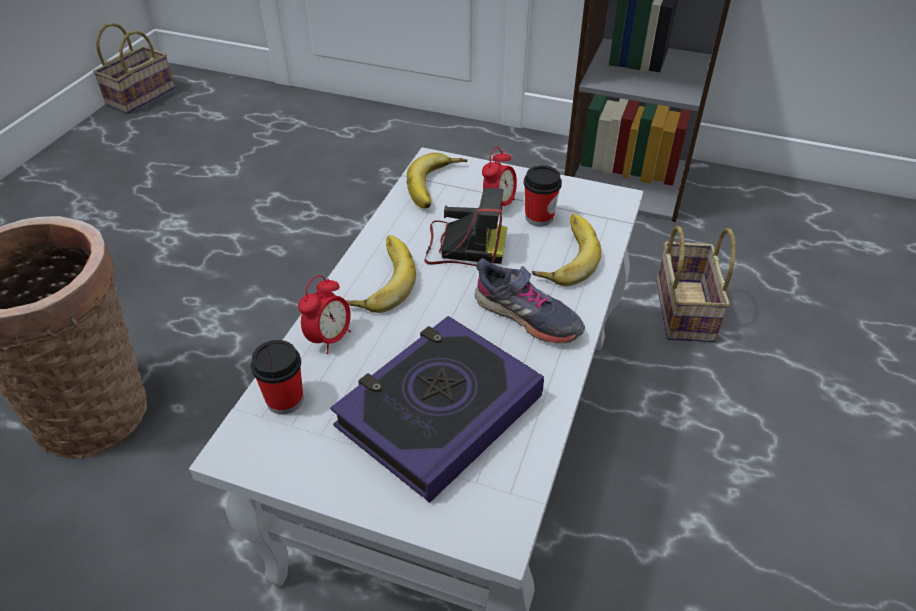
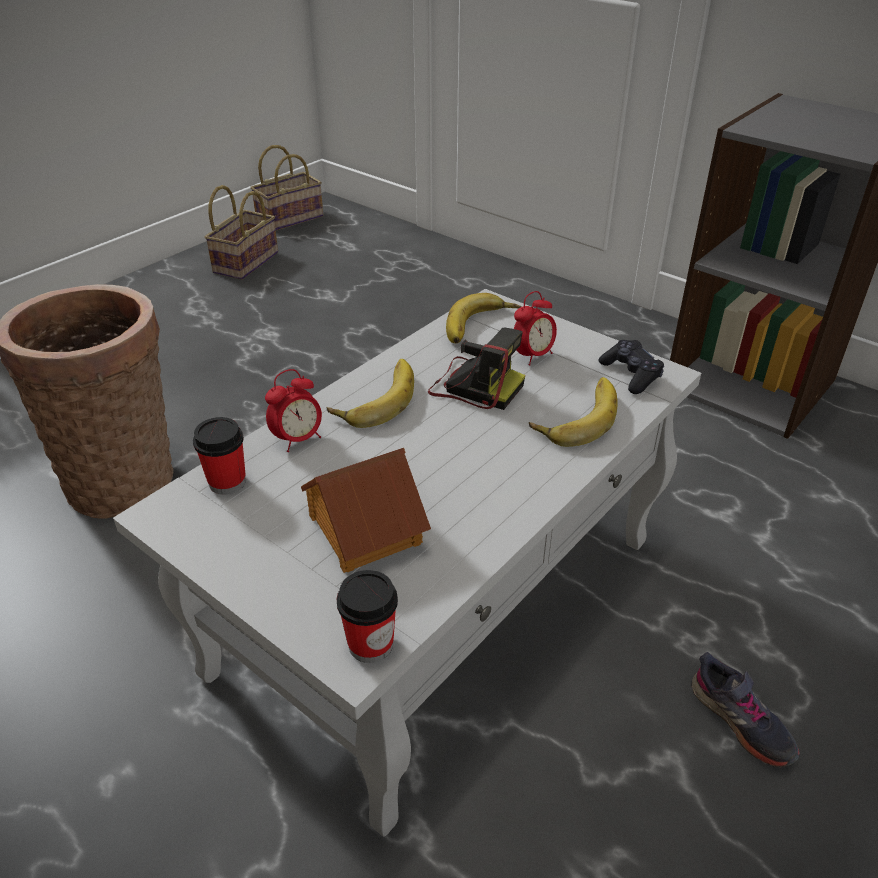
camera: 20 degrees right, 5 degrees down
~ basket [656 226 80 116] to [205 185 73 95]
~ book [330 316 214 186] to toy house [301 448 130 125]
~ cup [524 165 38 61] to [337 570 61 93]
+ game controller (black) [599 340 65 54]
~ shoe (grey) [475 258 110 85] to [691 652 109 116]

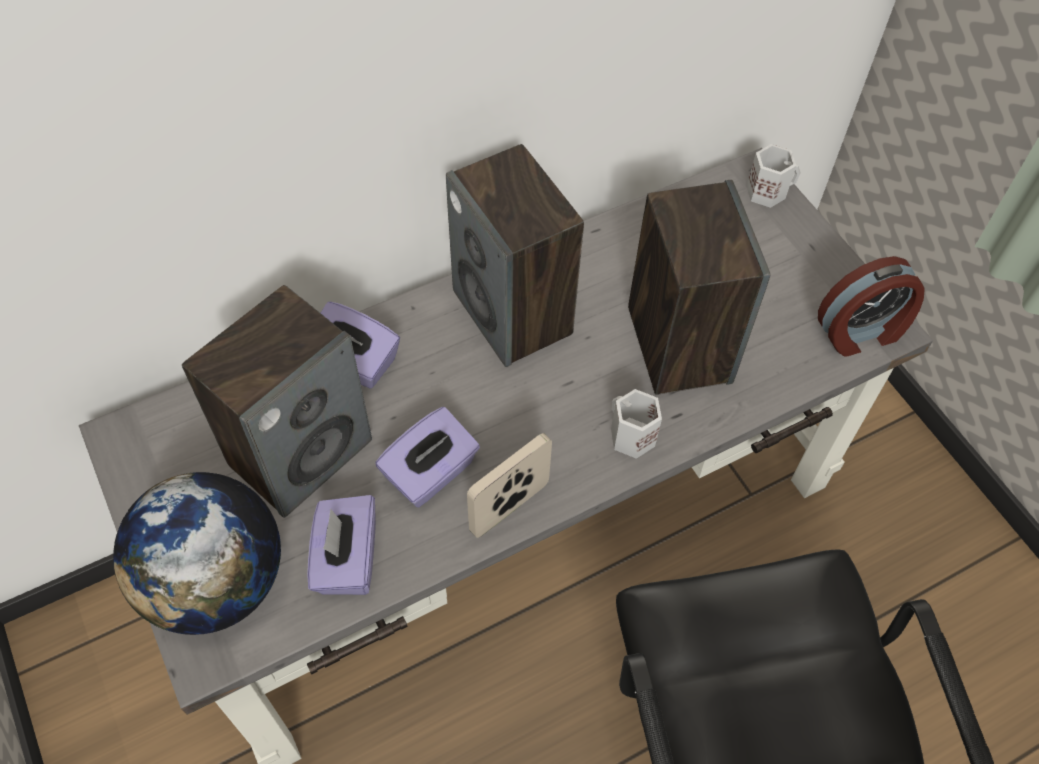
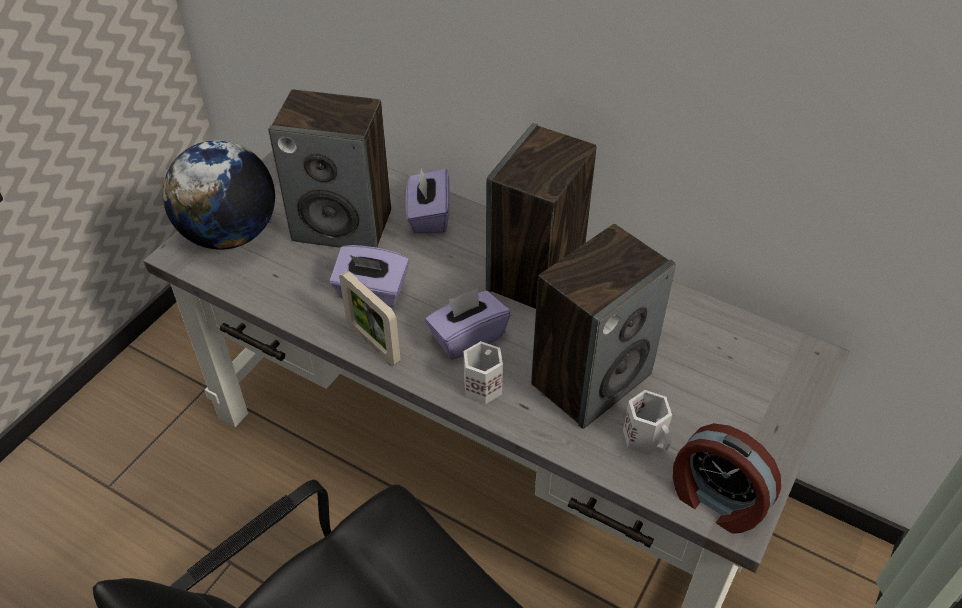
camera: 60 degrees right, 10 degrees down
~ picture frame [467 433 85 105] = [339 271 62 95] 150 degrees counterclockwise
~ tissue box (purple) [307 495 69 100] to [425 288 86 72]
~ mug (white) [747 144 54 64] to [623 390 49 65]

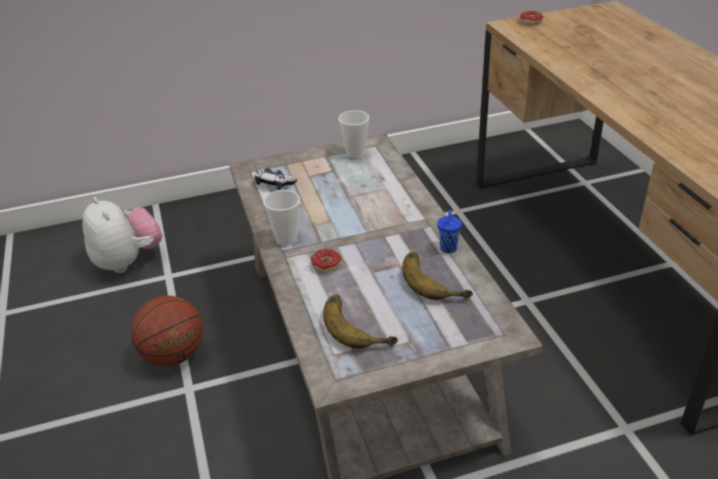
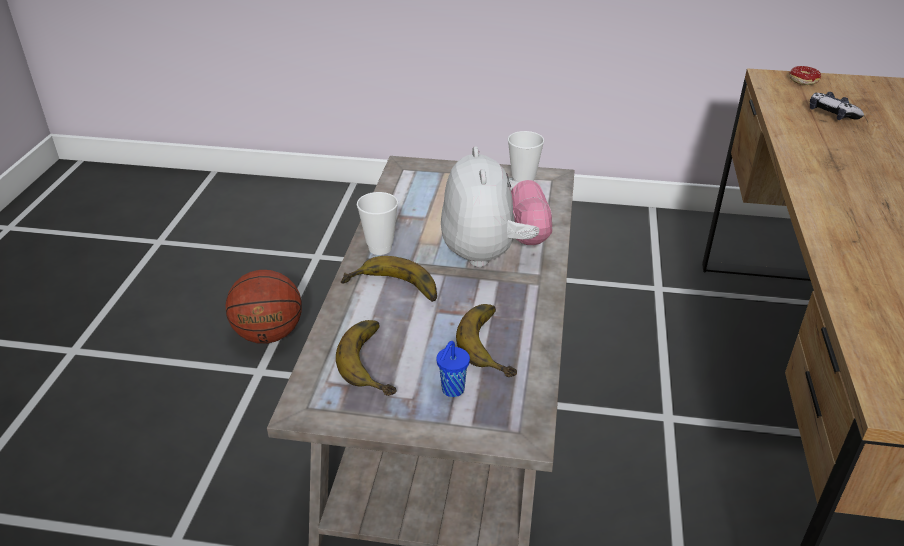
camera: 25 degrees right, 0 degrees up
~ donut [311 249 30 23] to banana [341 256 96 46]
~ cup (blue) [437 209 25 44] to [436 341 34 56]
~ plush toy [82 197 81 76] to [441 146 111 121]
~ game controller [254 168 43 22] to [810 92 54 28]

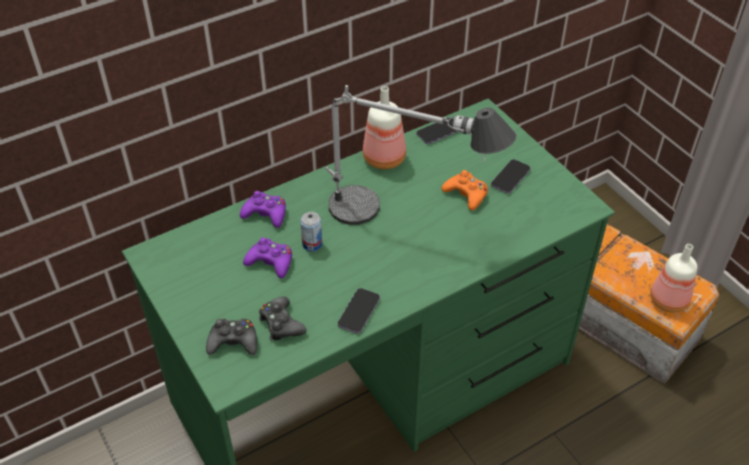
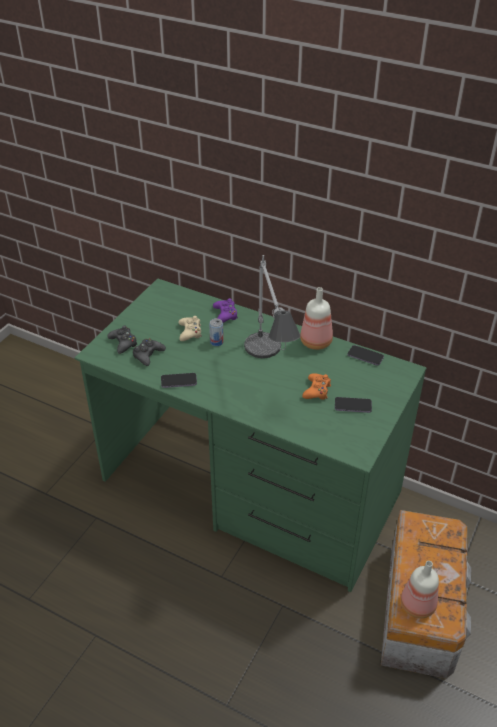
camera: 60 degrees right, 5 degrees down
~ game controller (purple) [243 237 49 41] to game controller (beige) [178 316 24 25]

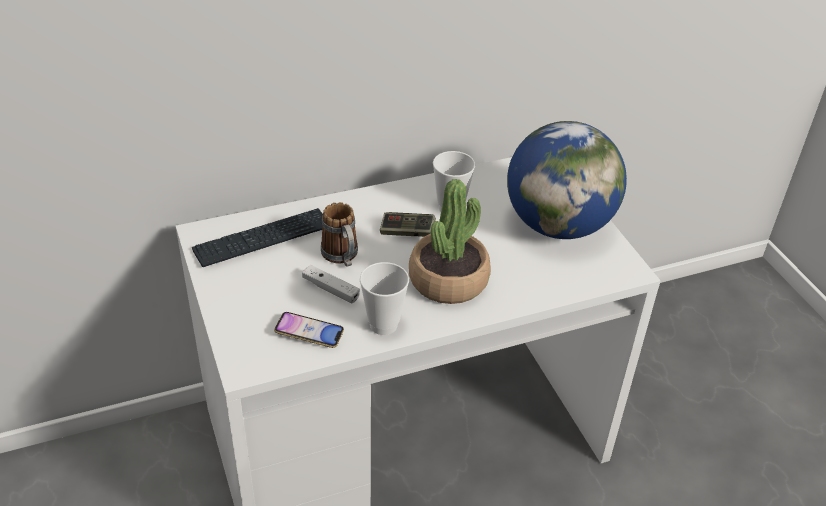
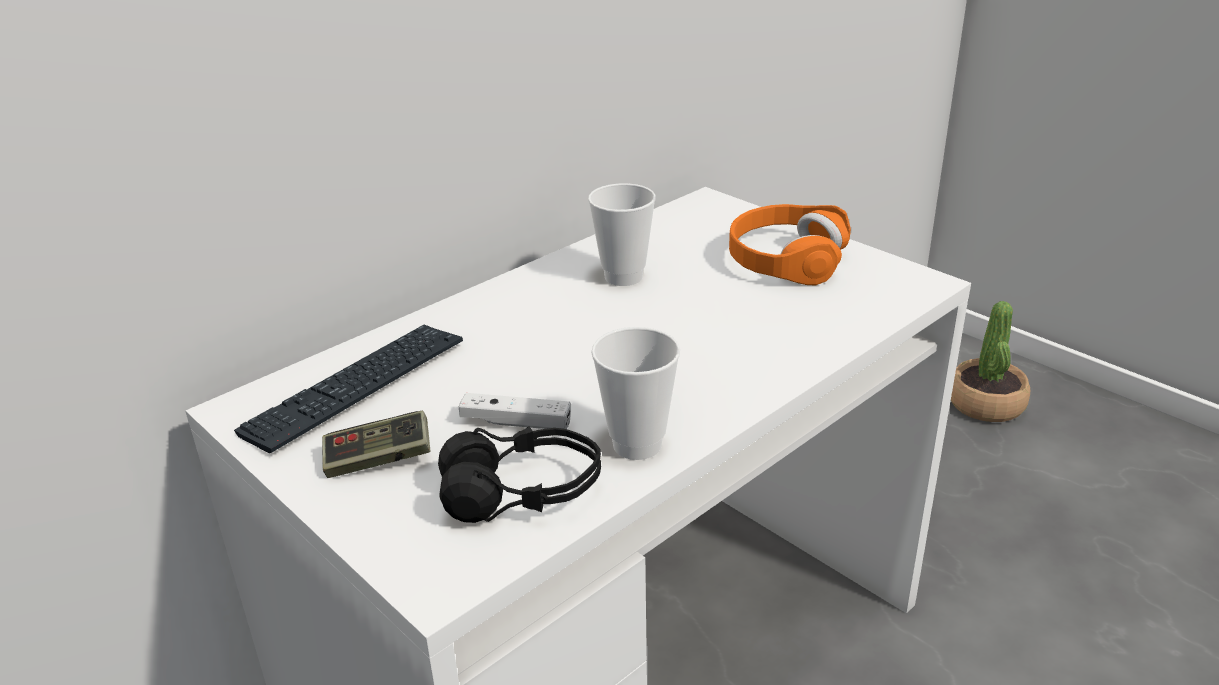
camera: 20 degrees left, 10 degrees down
~ game controller [380 212 56 25] to [322 411 108 67]
~ phone [274 312 70 36] to headphones (black) [438 426 163 97]
~ globe [507 121 120 118] to headphones (orange) [729 204 122 81]
~ potted plant [409 179 82 125] to [951 301 79 121]
- mug [321 202 37 65]

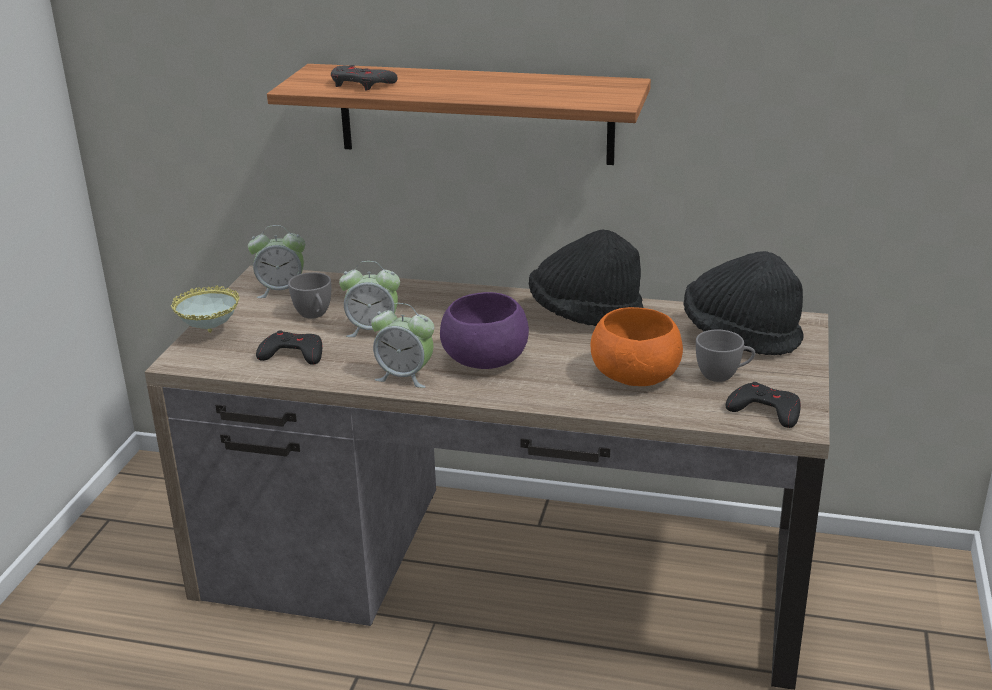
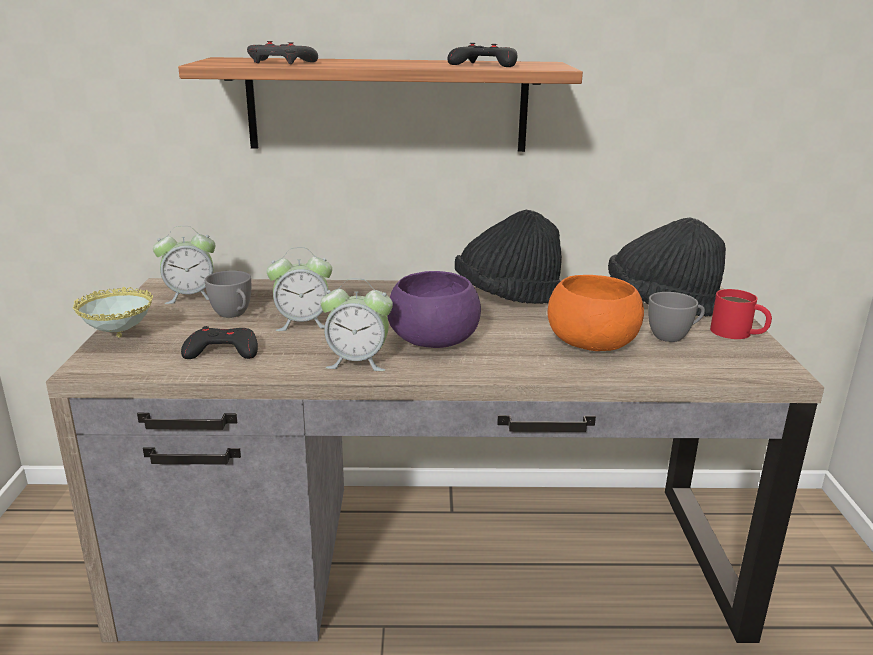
camera: 15 degrees left, 5 degrees down
~ game controller (black) [726 382 75 46] to [447 43 70 24]
+ mug (red) [710 289 62 50]

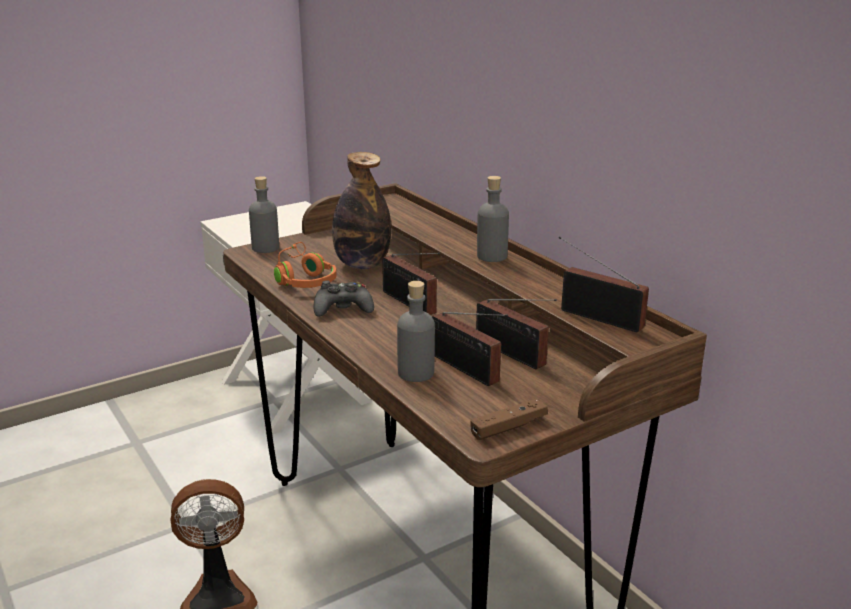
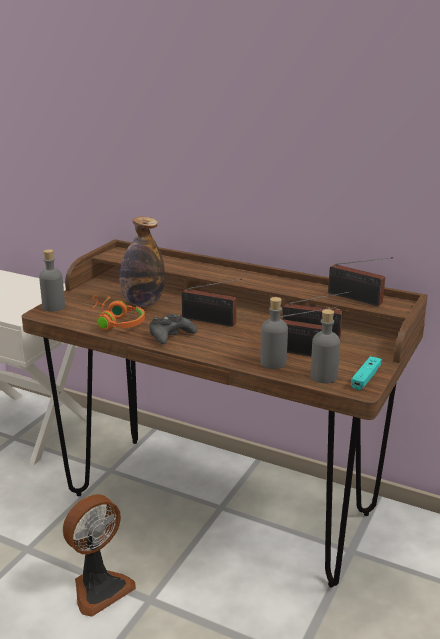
camera: 30 degrees left, 0 degrees up
~ bottle (grey) [477 176 32 86] to [311 309 29 75]
~ radio [559 236 90 96] = [328 257 65 49] 150 degrees counterclockwise
~ game controller (brown) [470 399 78 41] to game controller (turquoise) [351 356 31 34]

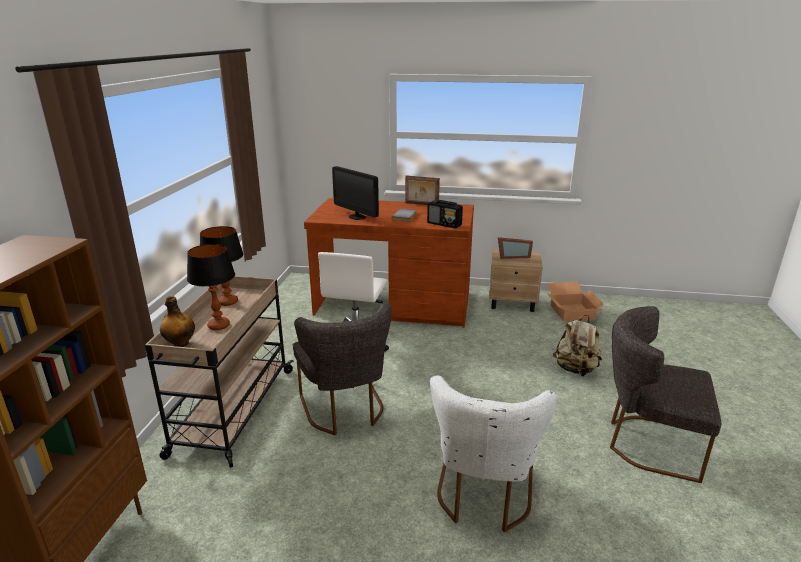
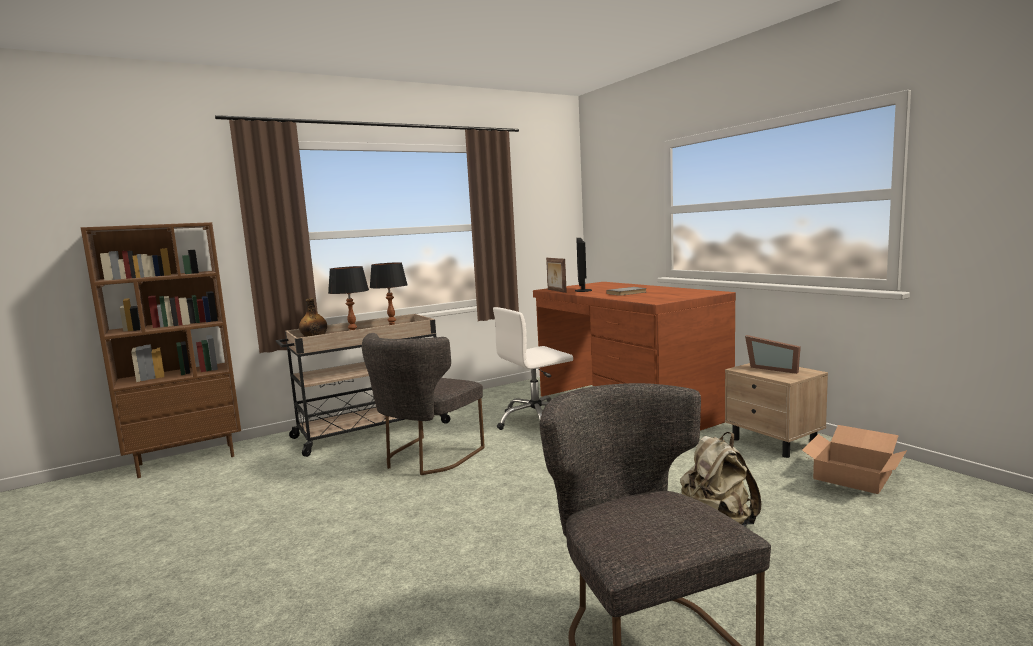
camera: 50 degrees right, 15 degrees down
~ picture frame [405 175 35 30] to [546 258 21 35]
- radio [427 200 36 28]
- chair (white) [430 376 127 156]

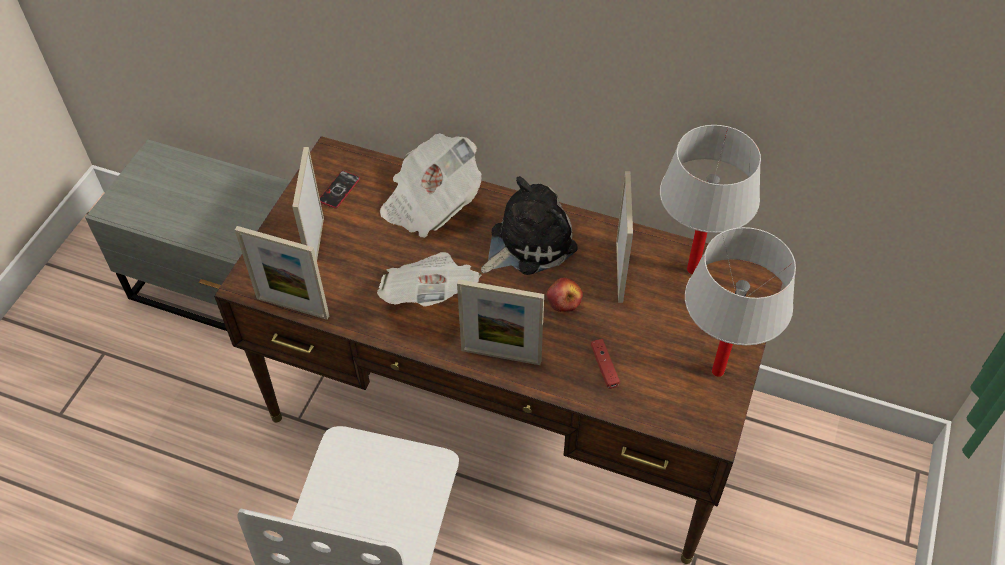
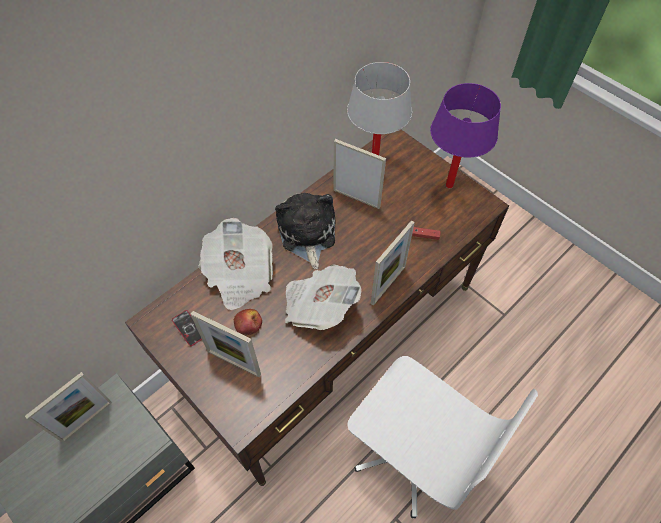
camera: 65 degrees left, 5 degrees up
~ picture frame [235 226 94 94] to [25 372 87 71]
~ apple [546 277 37 35] to [234 309 28 26]
~ table lamp (white) [685 227 111 150] to table lamp (purple) [430 83 71 105]

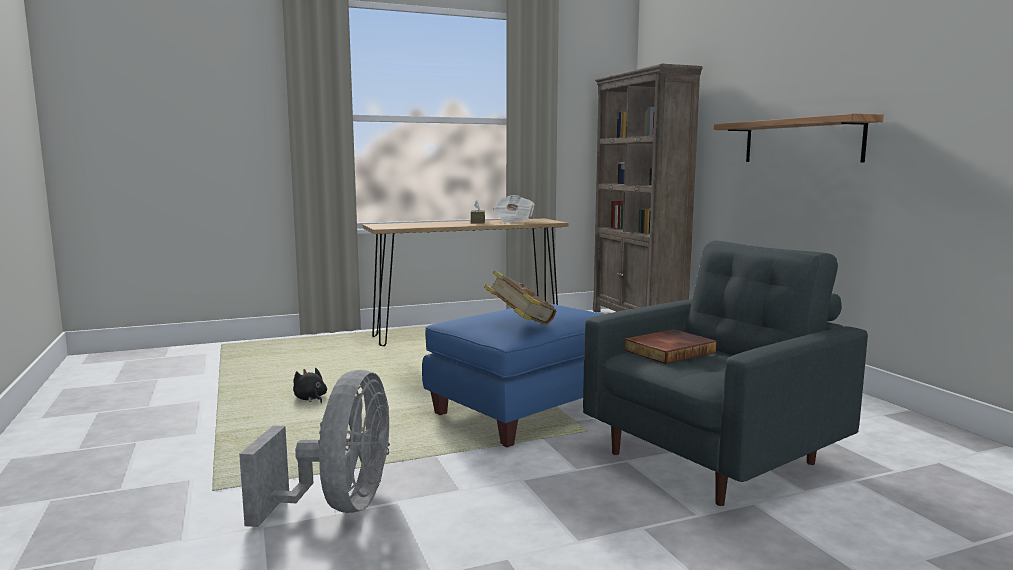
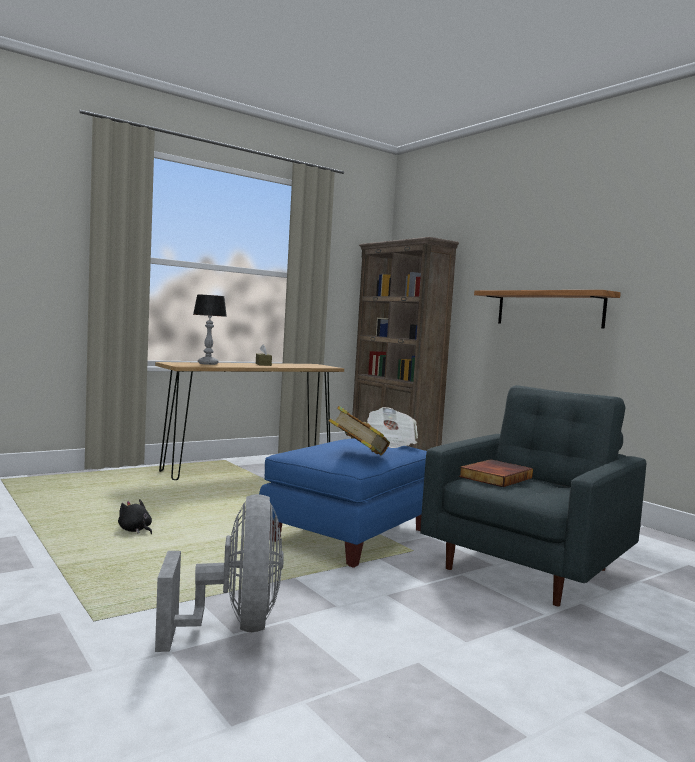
camera: 15 degrees left, 5 degrees down
+ table lamp [193 294 34 71]
~ newspaper [493 195 42 28] to [367 407 51 41]

